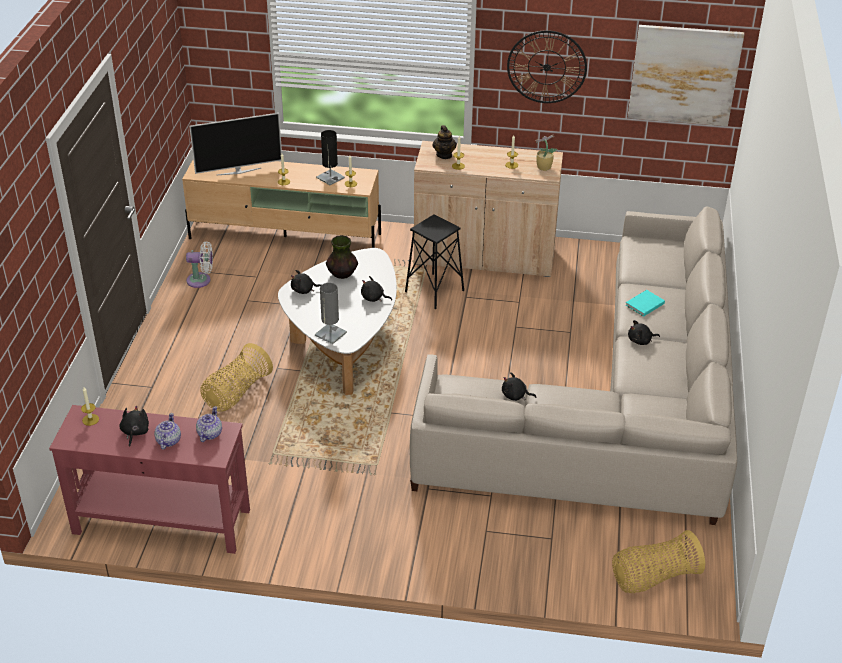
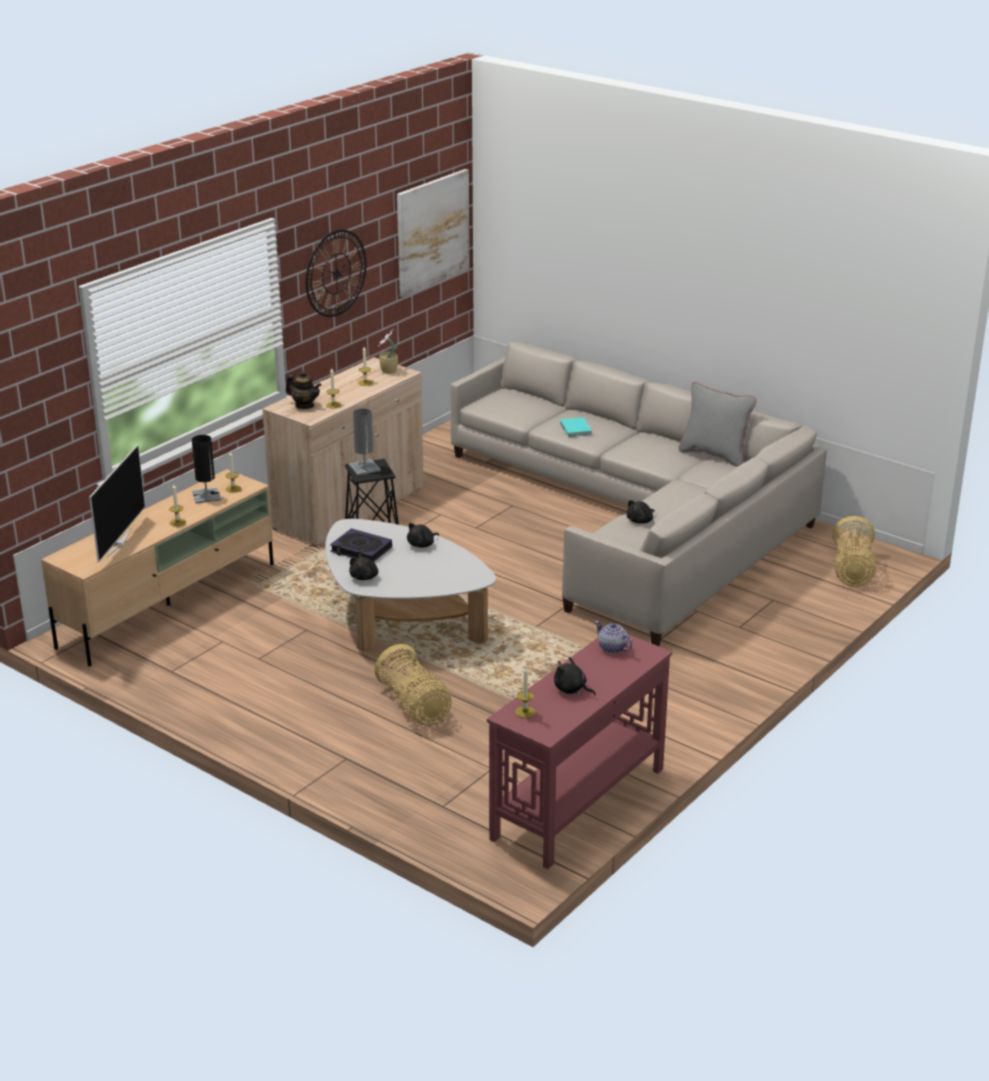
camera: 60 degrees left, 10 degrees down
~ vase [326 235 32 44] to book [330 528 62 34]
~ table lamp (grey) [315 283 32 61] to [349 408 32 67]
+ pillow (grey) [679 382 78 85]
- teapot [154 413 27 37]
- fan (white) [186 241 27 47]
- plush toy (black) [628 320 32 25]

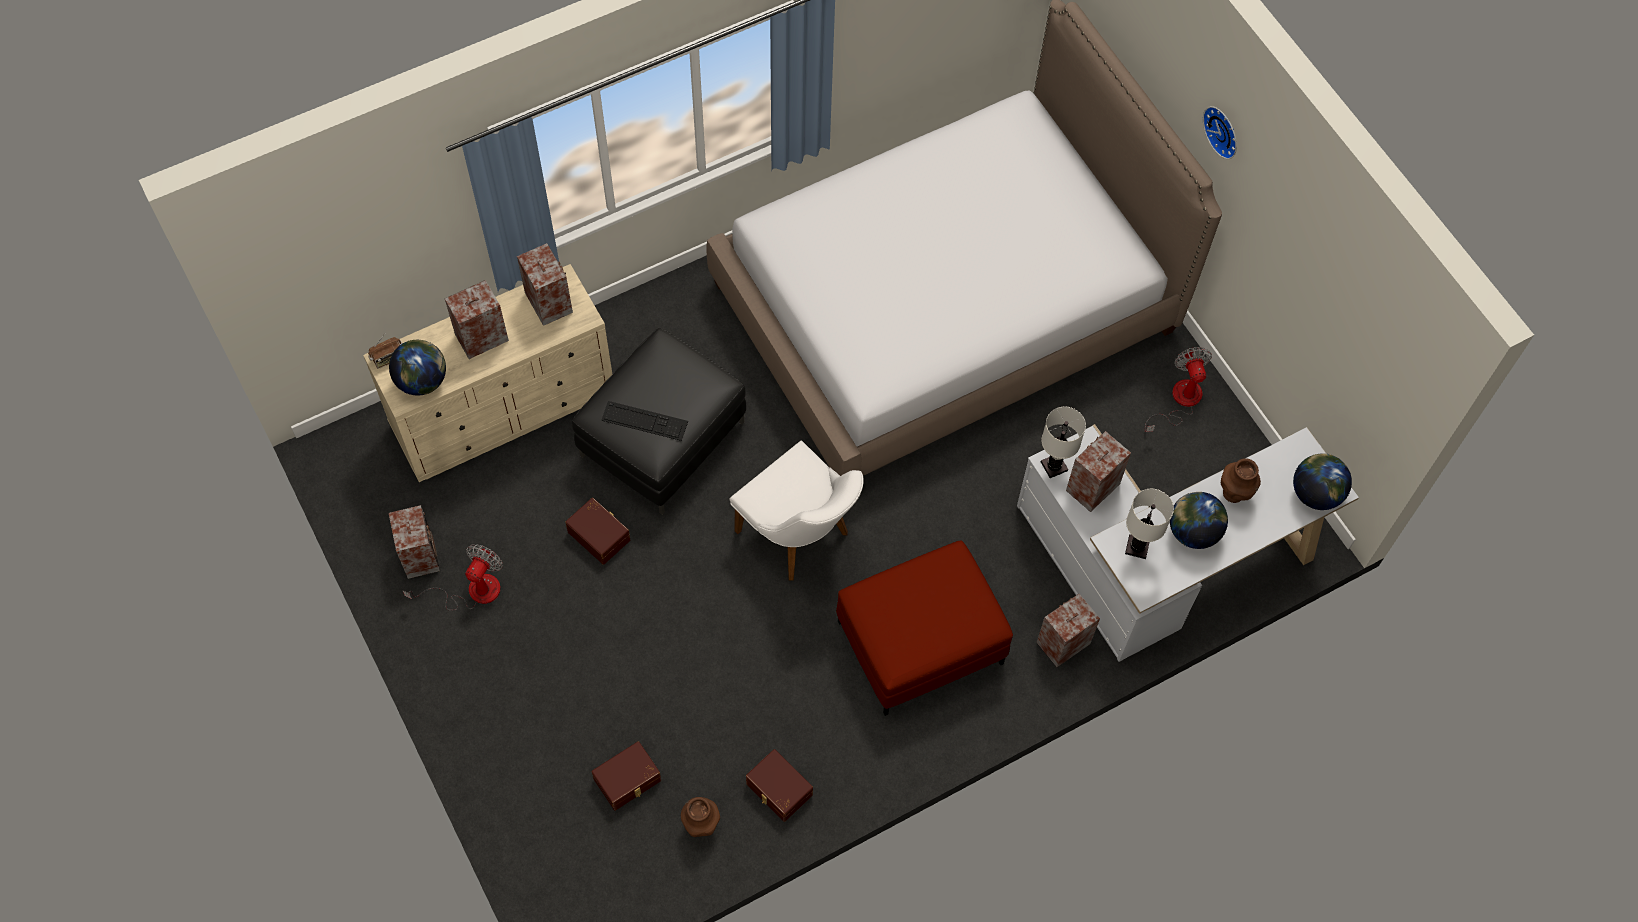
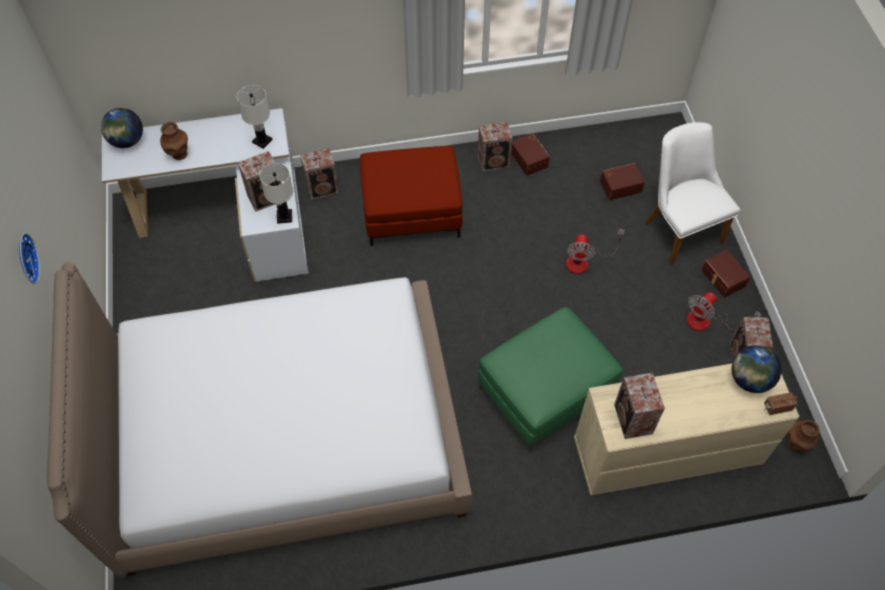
camera: 160 degrees left, 5 degrees down
~ speaker [445 280 64 79] to [478 122 34 50]
~ ottoman (black) [572 328 174 187] to ottoman (green) [478 307 145 145]
~ fan [1145 347 67 86] to [566 229 59 45]
~ chair (white) [730 441 133 140] to [645 122 96 143]
~ storage box (brown) [565 498 65 67] to [702 250 48 47]
~ vase (brown) [681 797 39 40] to [787 420 32 32]
- keyboard [601 401 87 40]
- globe [1170 492 58 57]

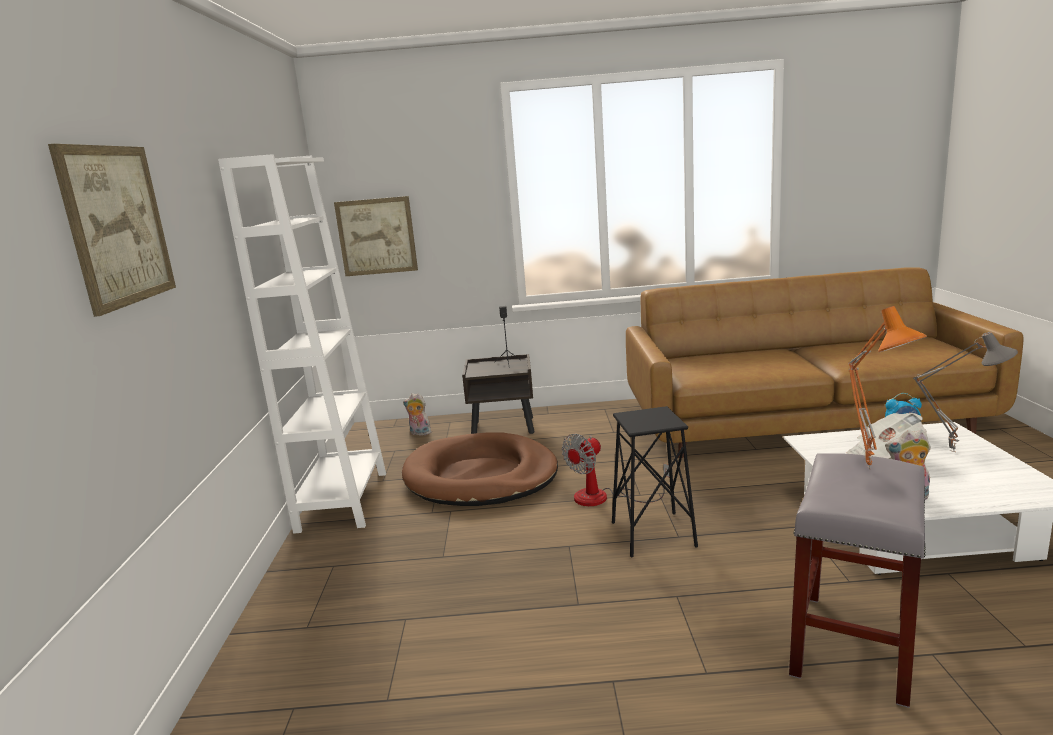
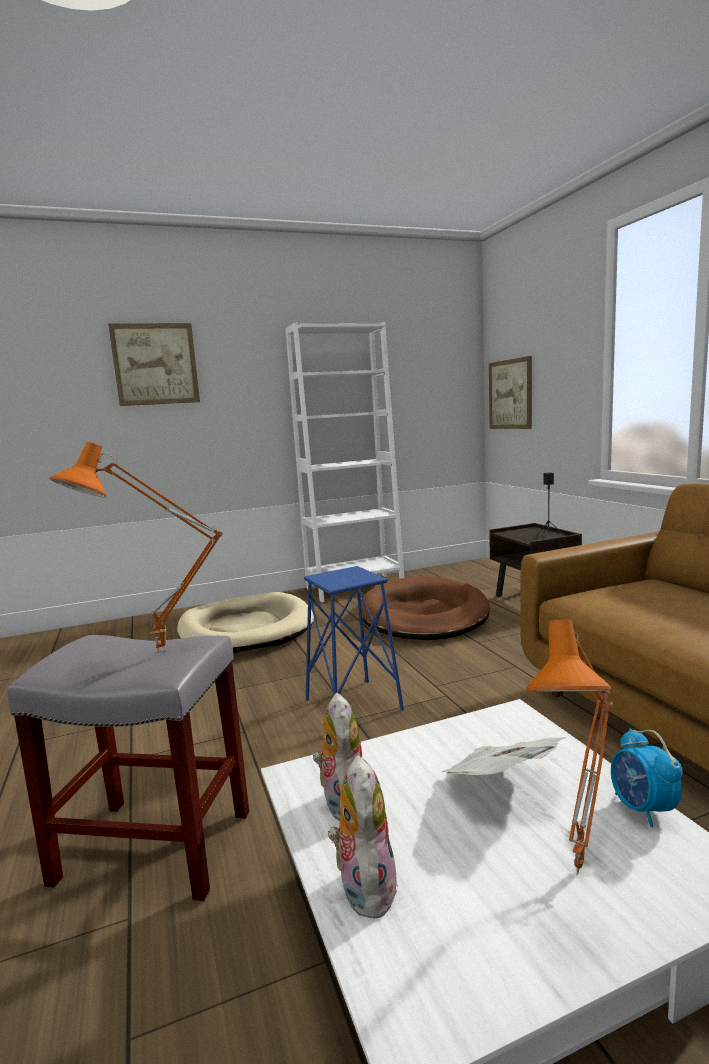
camera: 70 degrees right, 5 degrees down
+ dog bed (beige) [177 592 137 62]
~ stool (black) [612 406 86 152] to stool (blue) [304 566 100 145]
~ plush toy [403 393 29 42] to [328 755 70 164]
~ table lamp (grey) [913 332 105 120] to table lamp (orange) [526 619 87 256]
- fan [562 434 107 72]

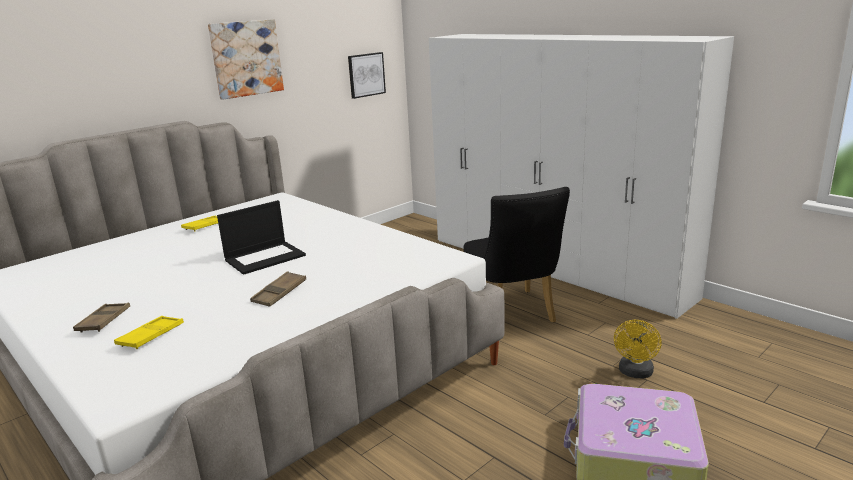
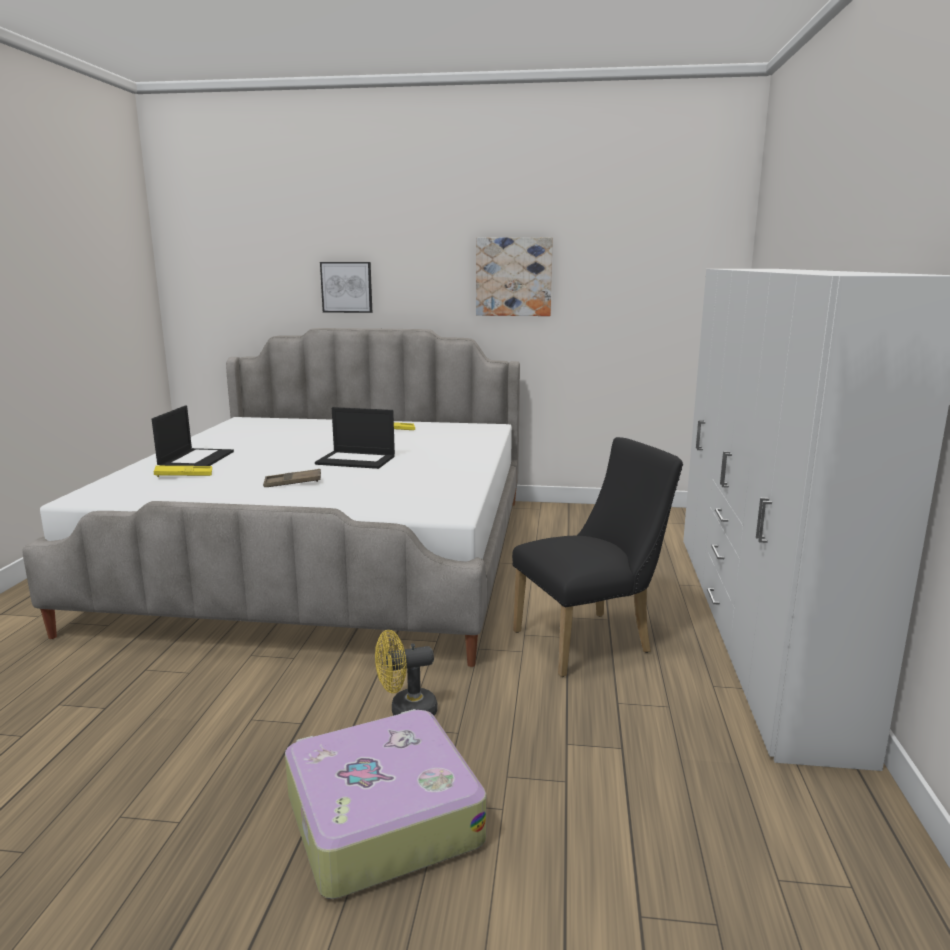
camera: 50 degrees right, 5 degrees down
~ tray (brown) [73 302 57 31] to laptop [152 406 82 60]
~ picture [348 52 38 47] to [320 262 52 51]
~ fan (yellow) [614 320 48 58] to [375 630 63 86]
~ chair (black) [463 187 107 136] = [512 437 171 240] 150 degrees counterclockwise

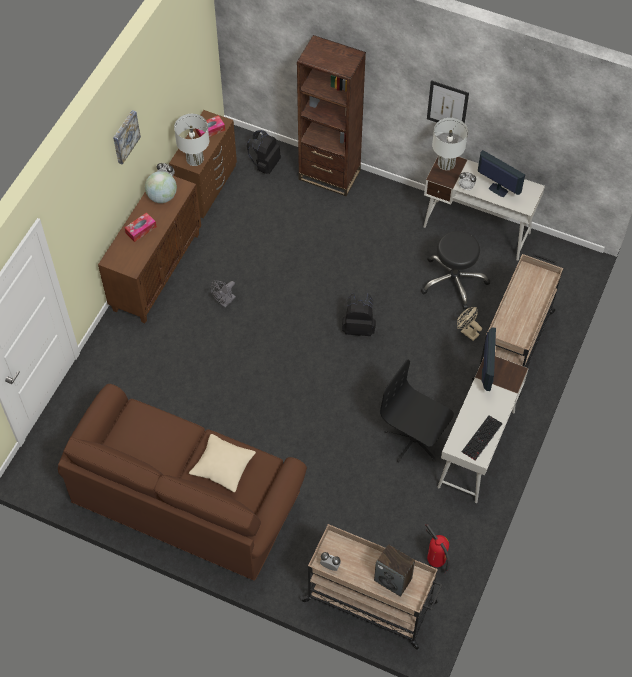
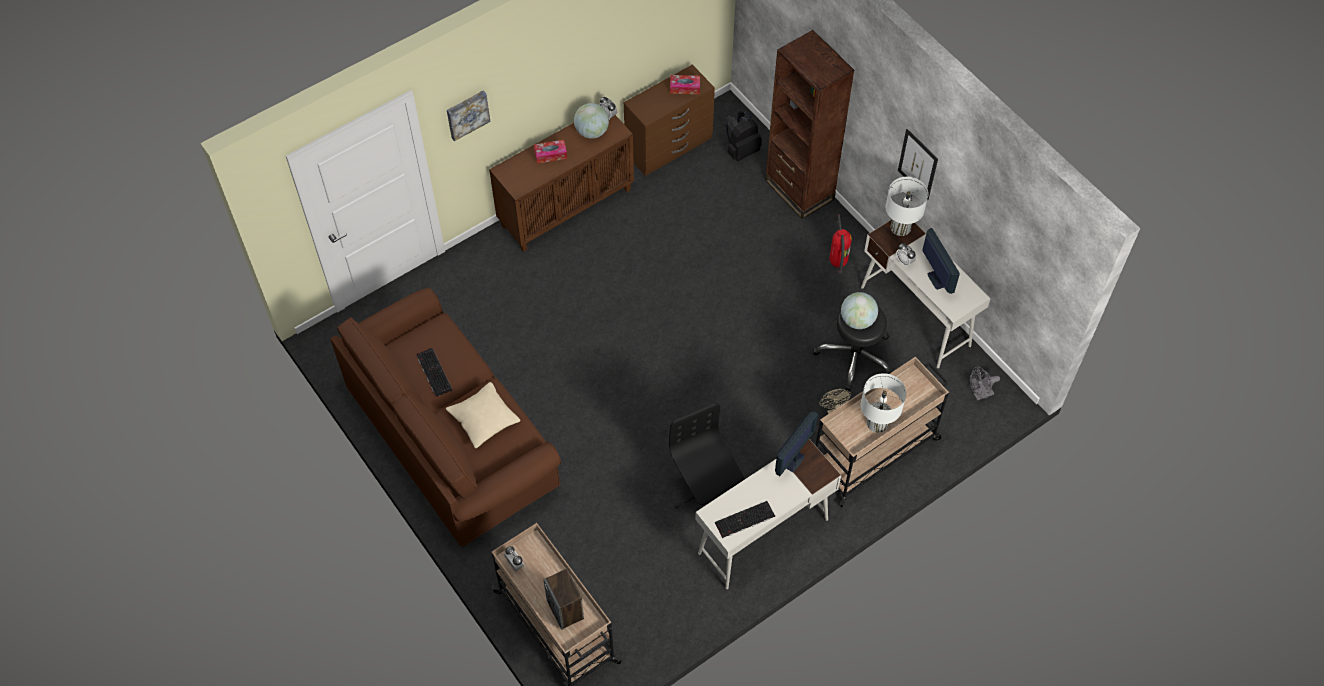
camera: 30 degrees right, 0 degrees up
+ keyboard [416 348 37 49]
~ picture [113 110 28 55] to [447 90 43 51]
~ fire extinguisher [425 524 25 50] to [829 215 23 58]
+ globe [841 292 37 37]
~ table lamp (white) [174 114 35 52] to [861 373 45 60]
~ fan (grey) [211 280 25 28] to [970 367 30 34]
- backpack (black) [342 293 34 43]

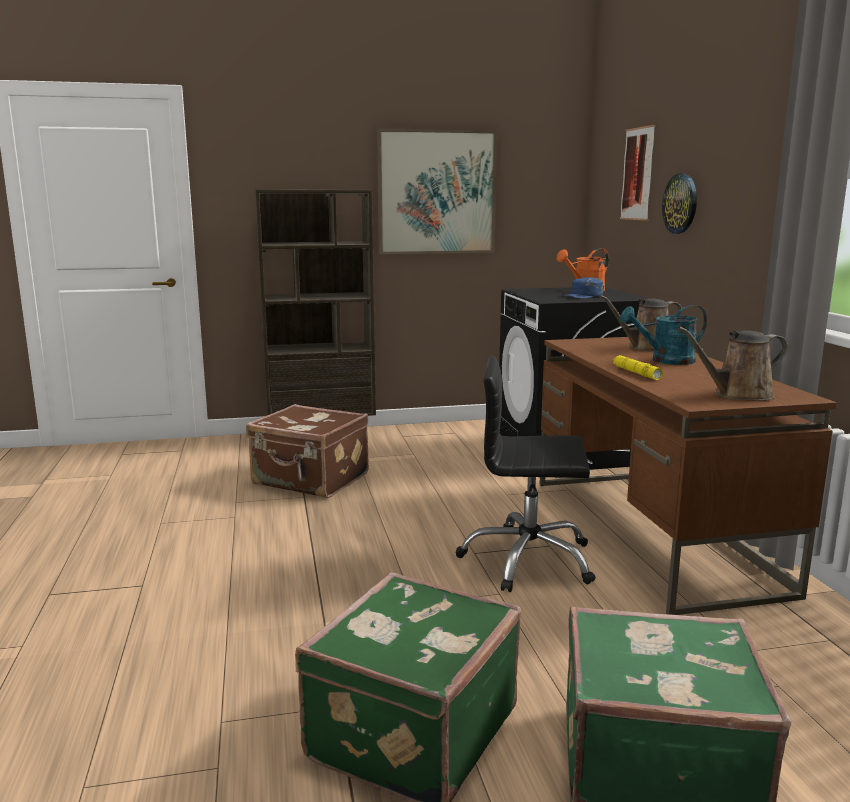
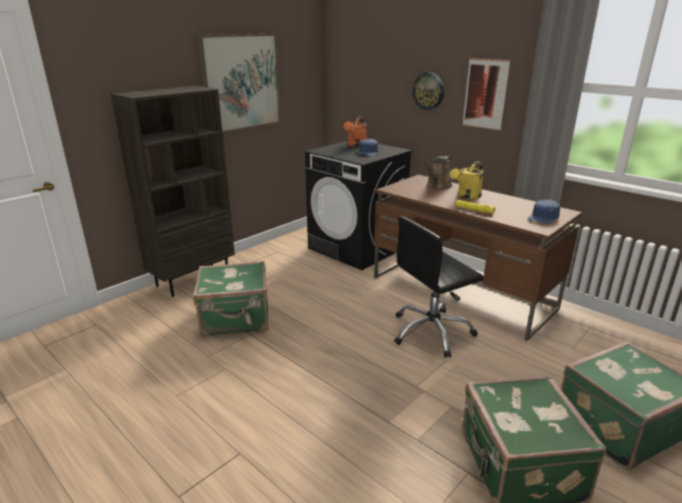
camera: 35 degrees left, 10 degrees up
~ suitcase (brown) [246 404 123 94] to suitcase (green) [193 261 76 75]
~ watering can (turquoise) [620 305 87 60] to watering can (yellow) [450 161 34 38]
~ picture [620 125 35 96] to [462 58 48 73]
~ watering can (brown) [678 327 110 74] to cap (blue) [527 200 34 24]

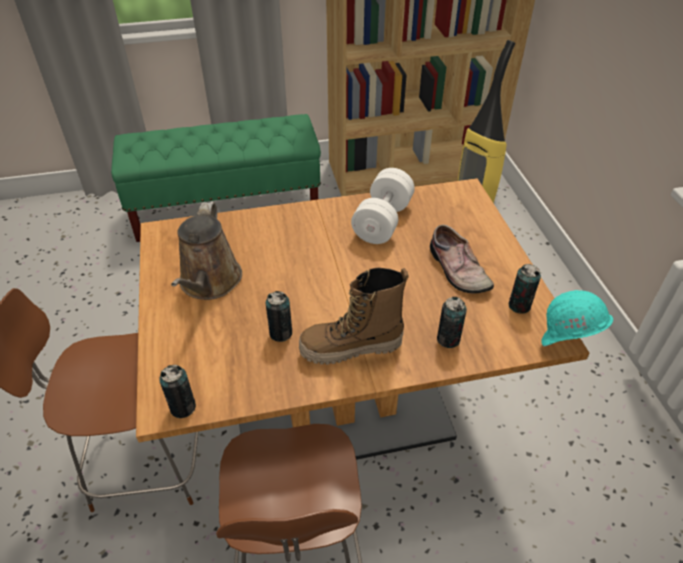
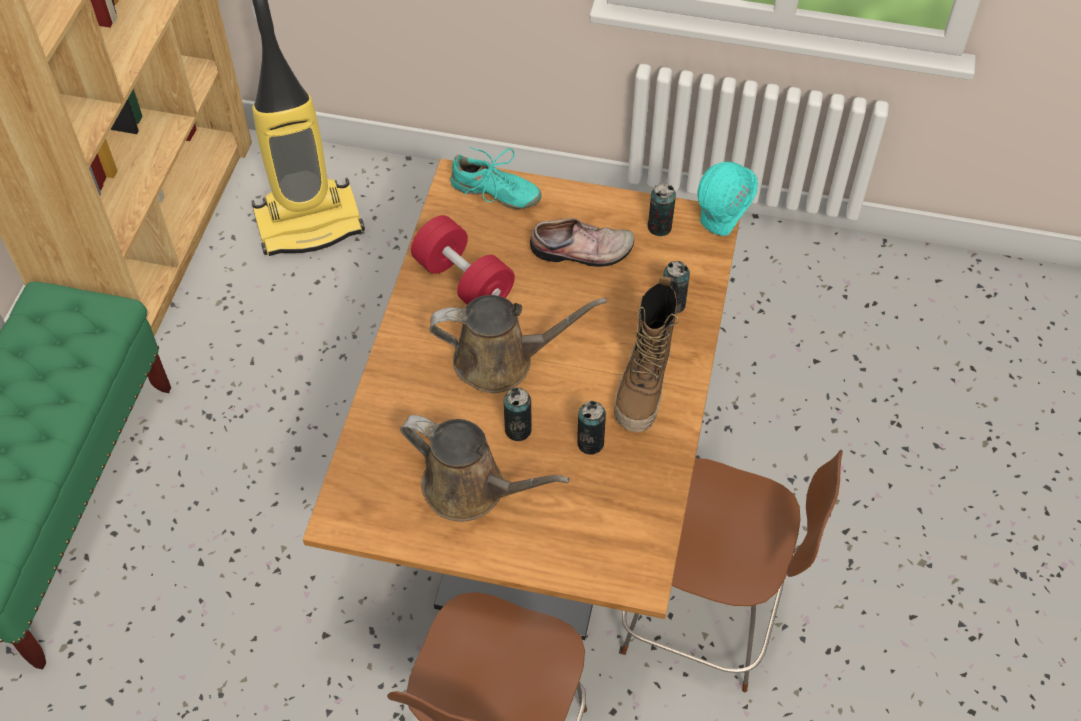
camera: 65 degrees left, 10 degrees up
~ dumbbell (white) [351 168 64 76] to dumbbell (red) [411 215 104 90]
+ watering can (brown) [430 295 177 98]
+ shoe (turquoise) [450 147 92 62]
~ can [159 365 37 53] to [504 388 28 53]

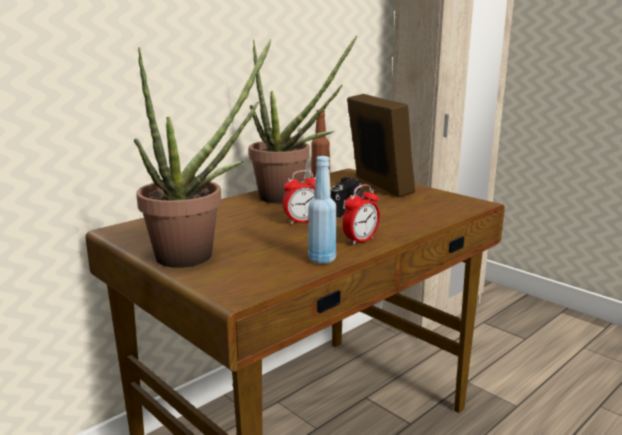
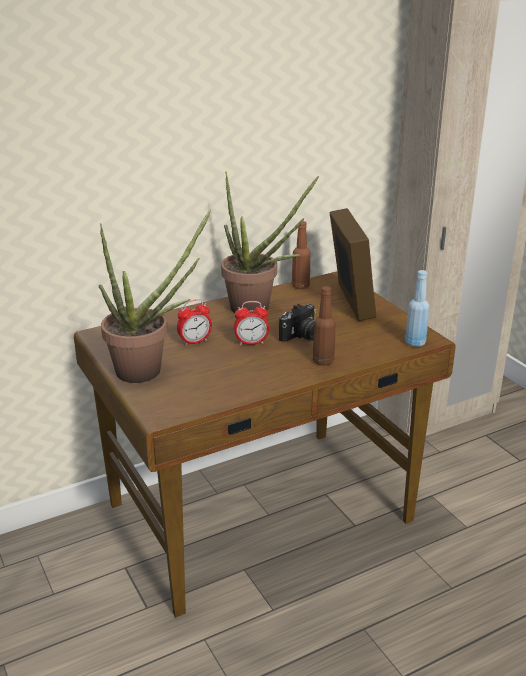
camera: 15 degrees right, 10 degrees up
~ alarm clock [342 184 38 61] to [177 299 35 47]
+ bottle (brown) [313 286 23 80]
~ bottle (blue) [308 156 28 108] to [405 270 25 77]

